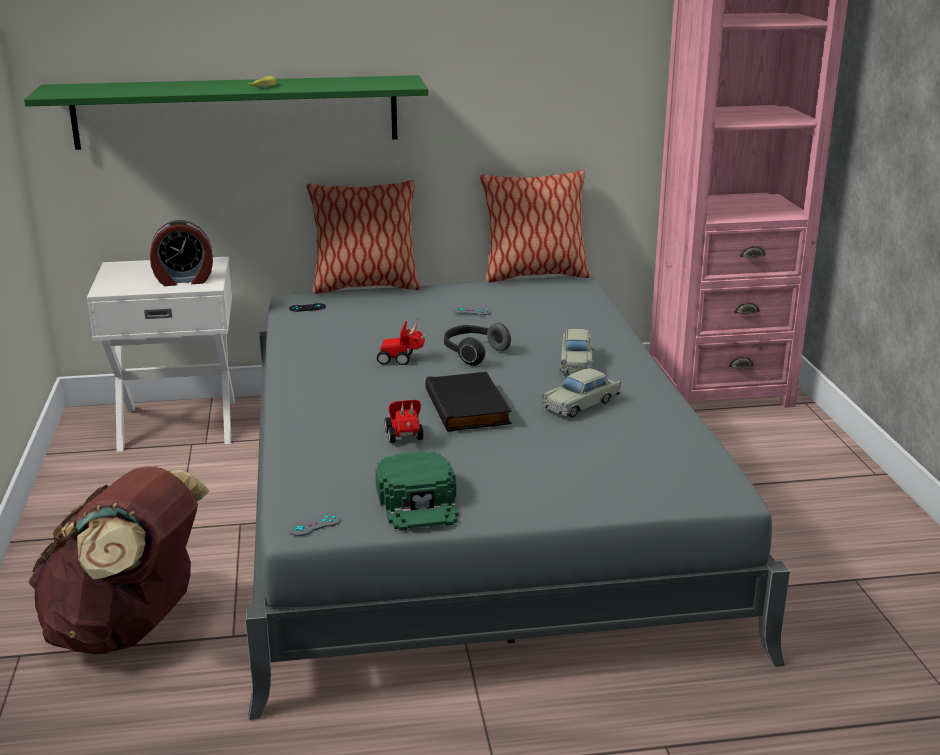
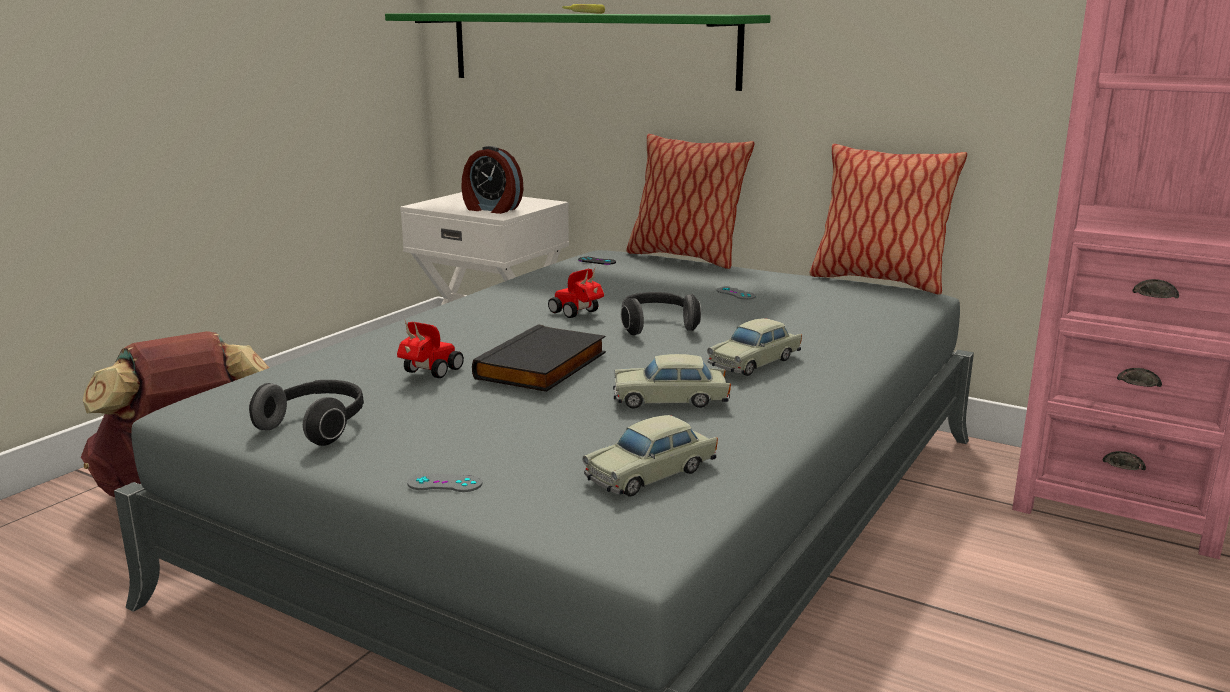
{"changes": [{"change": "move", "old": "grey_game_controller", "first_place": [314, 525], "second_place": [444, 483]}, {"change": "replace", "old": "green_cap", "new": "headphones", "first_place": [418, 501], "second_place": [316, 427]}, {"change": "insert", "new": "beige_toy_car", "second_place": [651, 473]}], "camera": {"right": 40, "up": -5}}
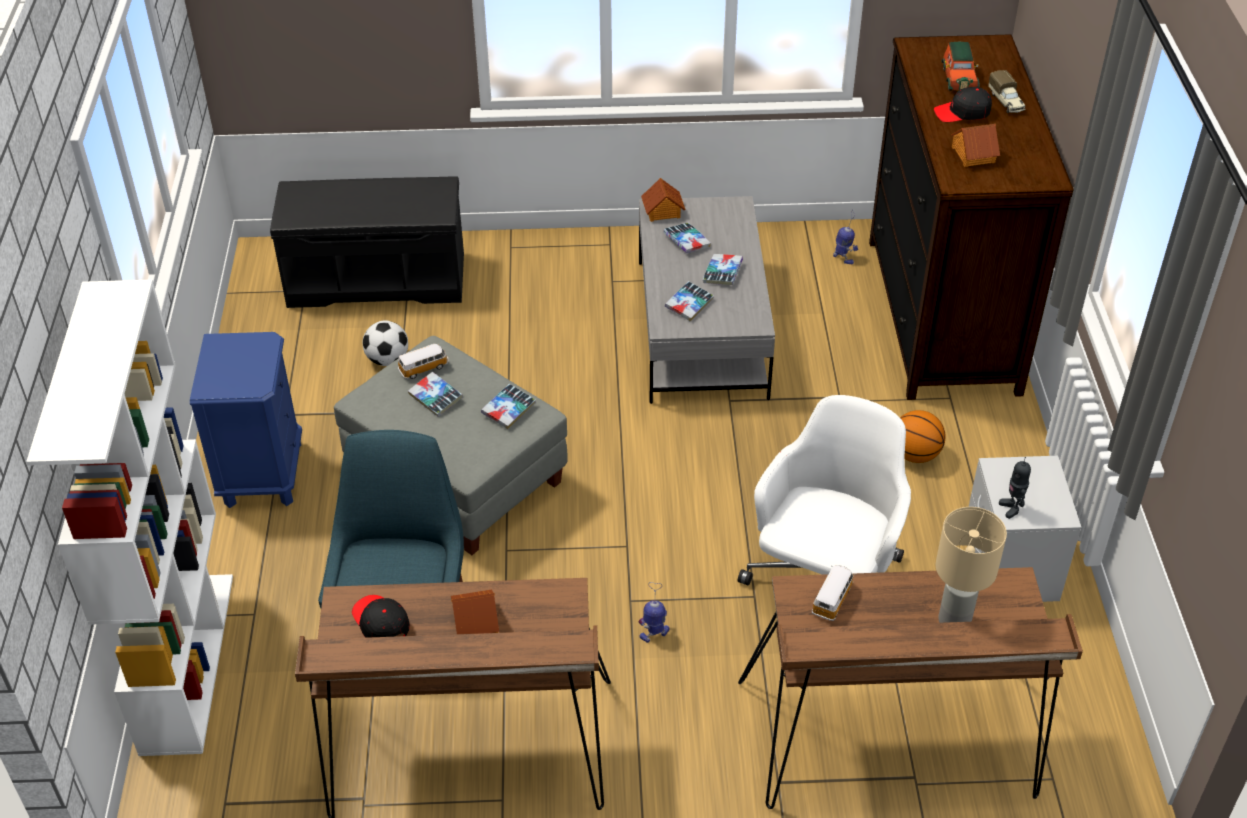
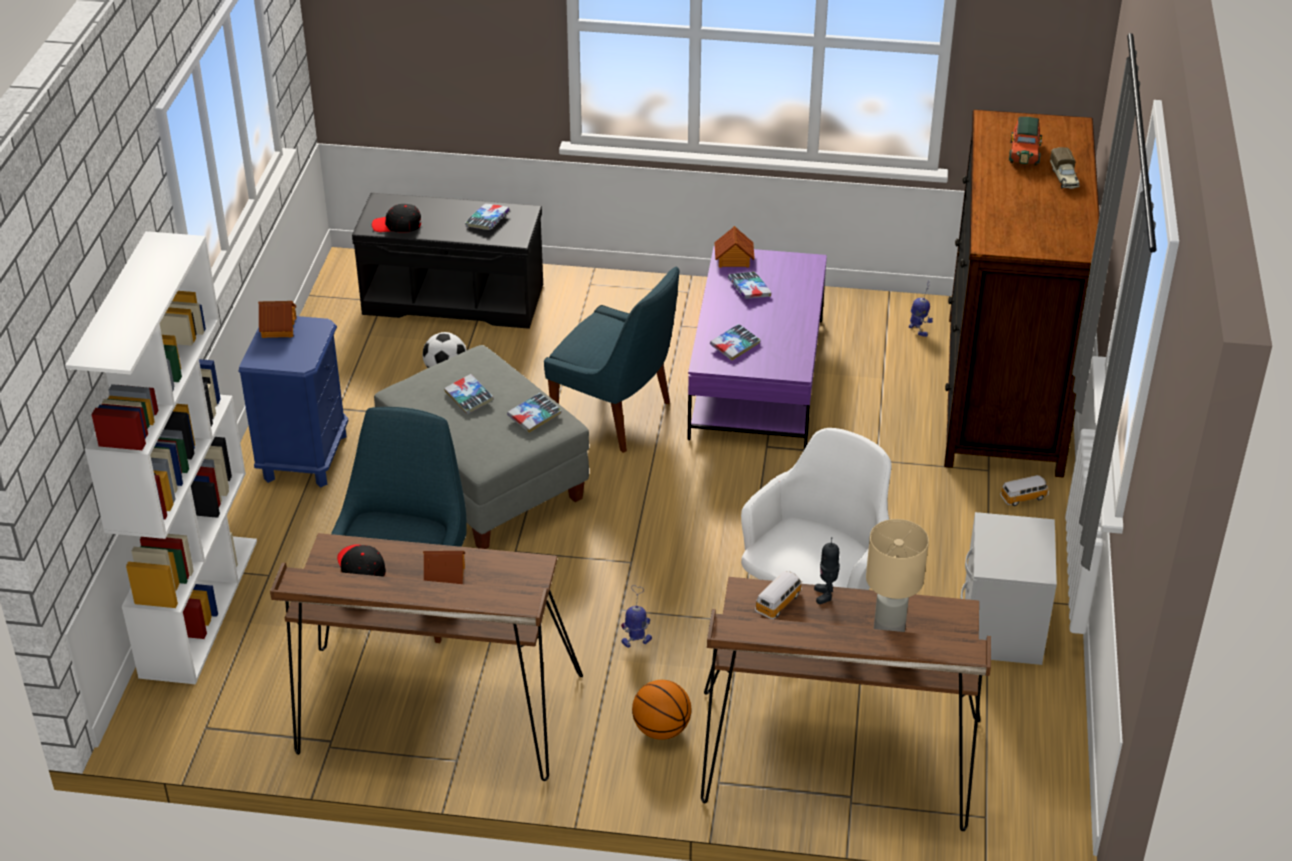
{"changes": [{"change": "move", "old": "toy_car", "first_place": [424, 368], "second_place": [1024, 497]}, {"change": "recolor", "old": "grey_coffee_table", "new": "purple_coffee_table", "first_place": [701, 328], "second_place": [757, 378]}, {"change": "move", "old": "book", "first_place": [722, 273], "second_place": [487, 220]}, {"change": "move", "old": "basketball", "first_place": [915, 455], "second_place": [661, 730]}, {"change": "move", "old": "black_cap", "first_place": [962, 112], "second_place": [397, 225]}, {"change": "move", "old": "toy_house", "first_place": [972, 154], "second_place": [278, 327]}, {"change": "move", "old": "toy_robot", "first_place": [1011, 508], "second_place": [826, 595]}, {"change": "insert", "new": "blue_chair", "second_place": [616, 416]}], "camera": {"right": 10, "up": -5}}
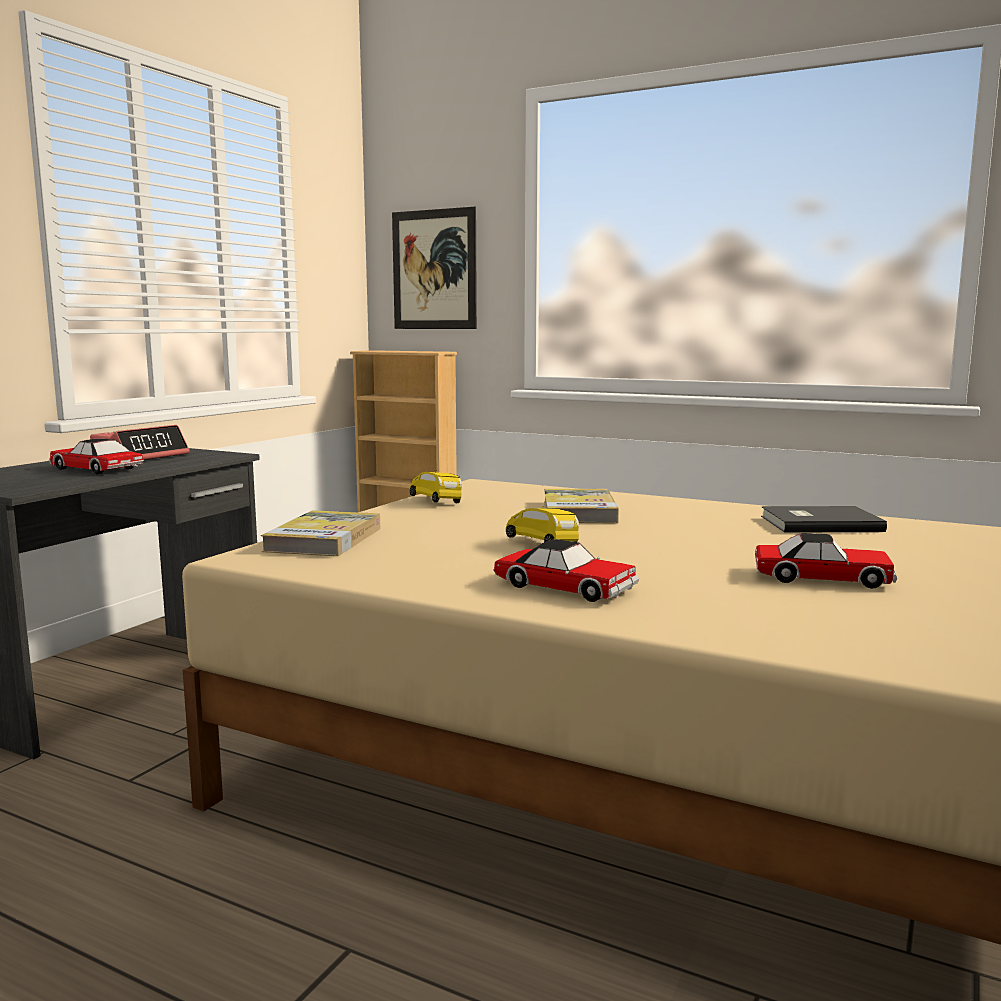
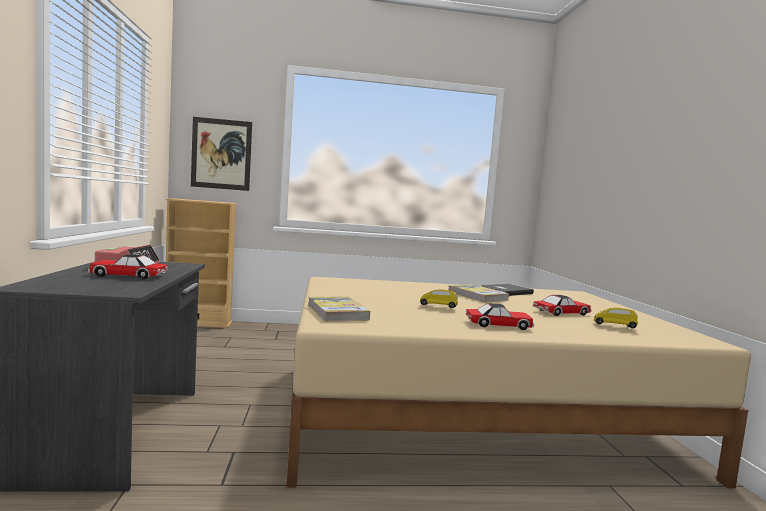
{"changes": [{"change": "move", "old": "yellow_toy_car", "first_place": [436, 501], "second_place": [614, 326]}, {"change": "move", "old": "book", "first_place": [579, 511], "second_place": [477, 296]}], "camera": {"right": -35, "up": -5}}
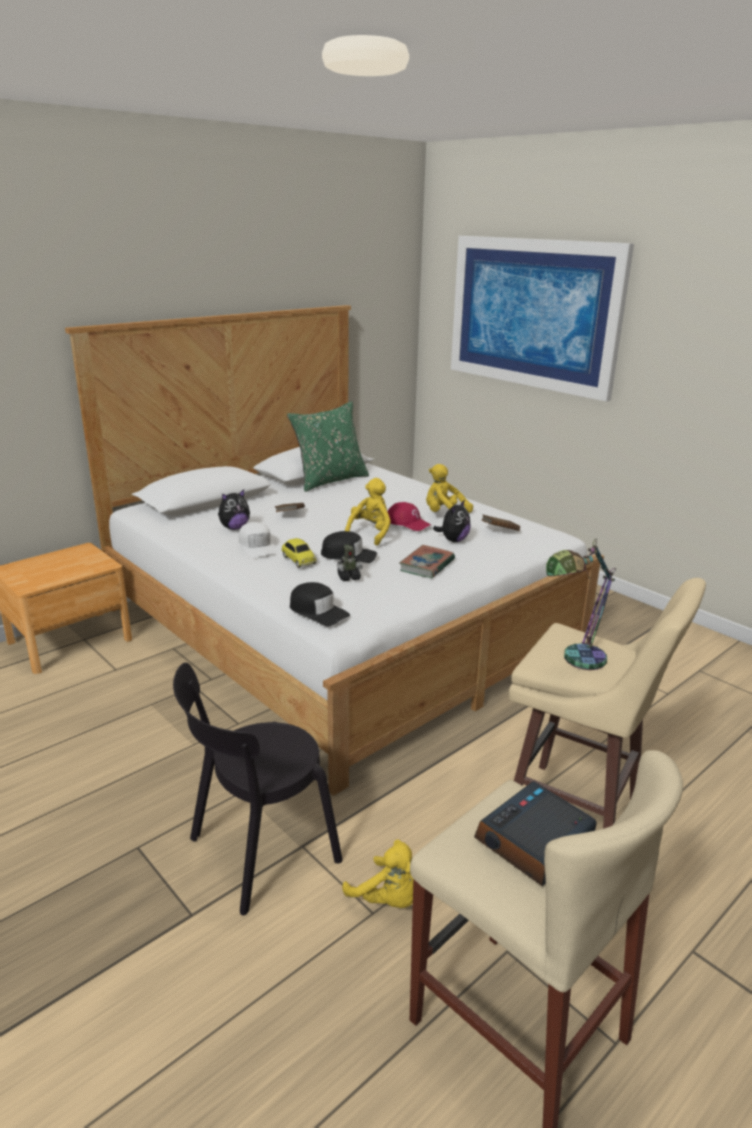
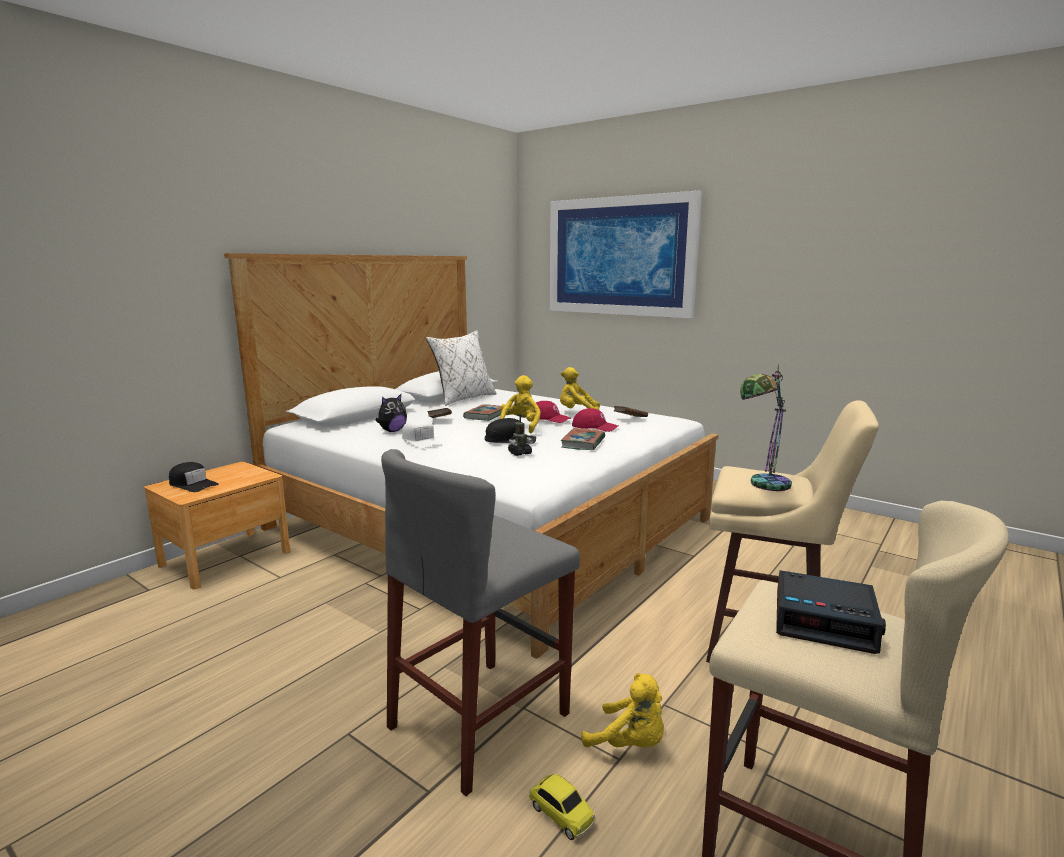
{"changes": [{"change": "replace", "old": "black_chair", "new": "grey_stool", "first_place": [258, 852], "second_place": [480, 720]}, {"change": "move", "old": "toy_car", "first_place": [298, 560], "second_place": [561, 814]}, {"change": "recolor", "old": "green_pillow", "new": "white_pillow", "first_place": [329, 481], "second_place": [463, 398]}, {"change": "move", "old": "black_cap", "first_place": [318, 611], "second_place": [192, 484]}, {"change": "replace", "old": "plush_toy", "new": "red_cap", "first_place": [453, 540], "second_place": [595, 427]}, {"change": "rotate", "old": "alarm_clock", "first_place": [534, 842], "second_place": [825, 621], "degrees": -105}, {"change": "insert", "new": "book", "second_place": [485, 415]}], "camera": {"right": -10, "up": -10}}
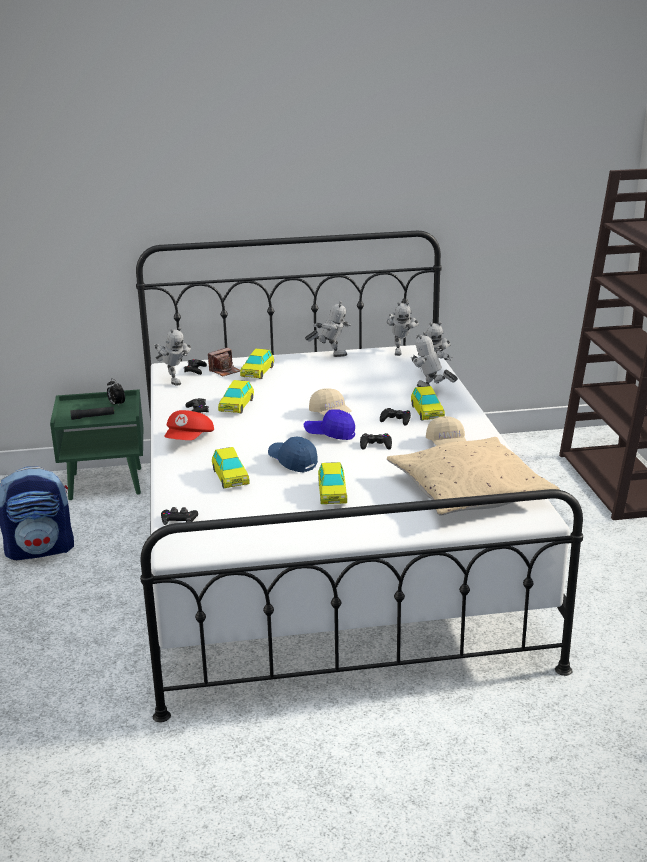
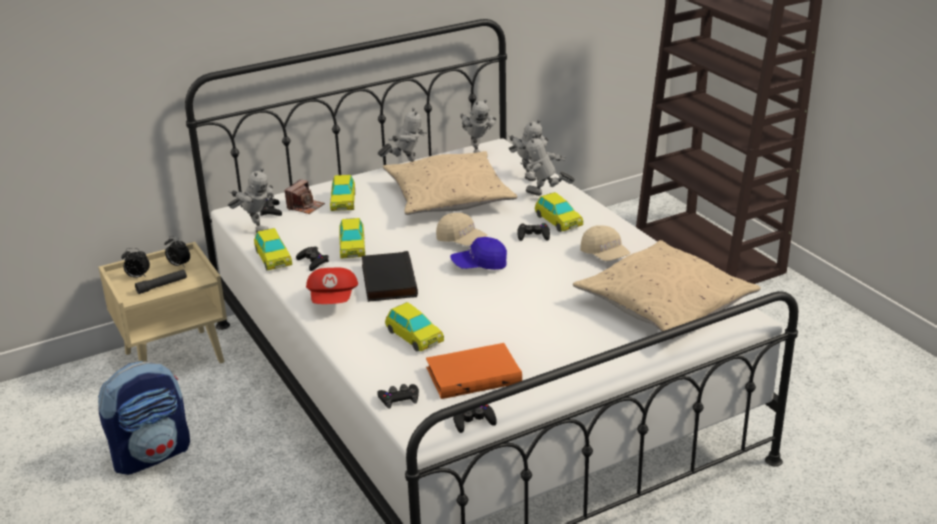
{"changes": [{"change": "recolor", "old": "green_nightstand", "new": "beige_nightstand", "first_place": [106, 483], "second_place": [175, 357]}, {"change": "delete", "old": "blue_cap", "first_place": [292, 462]}, {"change": "move", "old": "toy_car", "first_place": [332, 494], "second_place": [273, 259]}, {"change": "move", "old": "black_game_controller", "first_place": [375, 445], "second_place": [473, 421]}, {"change": "insert", "new": "alarm_clock", "second_place": [137, 277]}, {"change": "insert", "new": "black_book", "second_place": [387, 281]}, {"change": "insert", "new": "beige_pillow", "second_place": [448, 197]}, {"change": "insert", "new": "orange_book", "second_place": [473, 374]}], "camera": {"right": -20, "up": 5}}
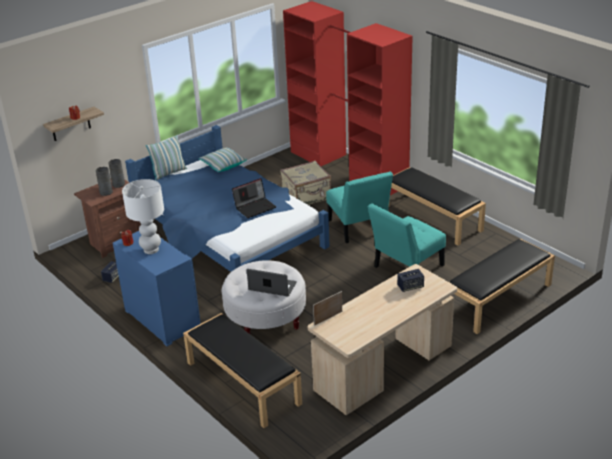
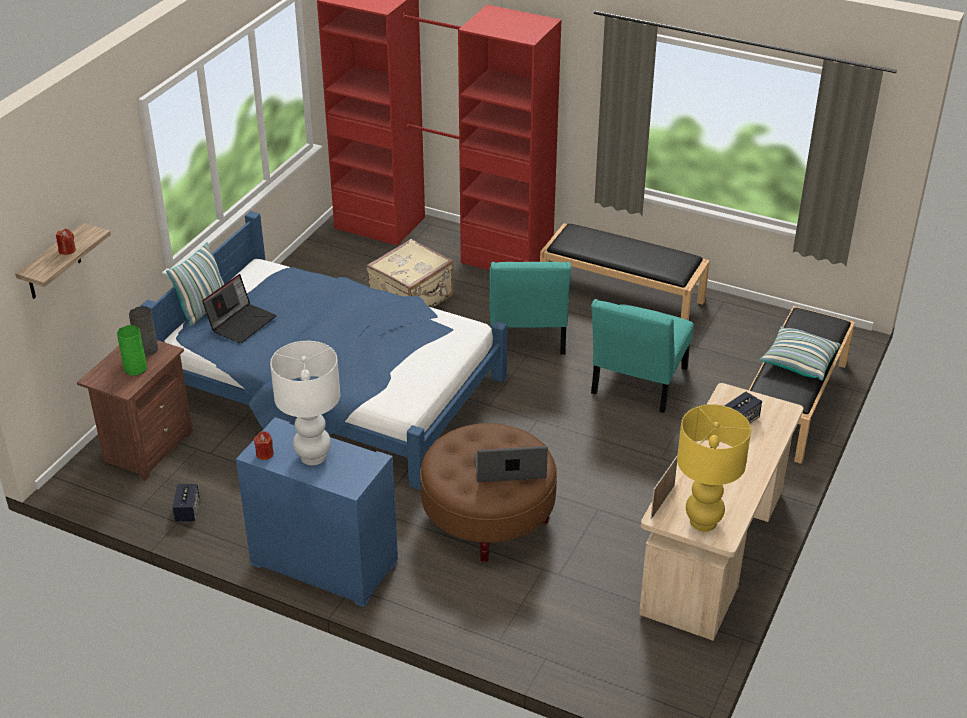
{"changes": [{"change": "recolor", "old": "grey_vase", "new": "green_vase", "first_place": [106, 192], "second_place": [136, 368]}, {"change": "delete", "old": "black_bench", "first_place": [242, 383]}, {"change": "move", "old": "pillow", "first_place": [223, 165], "second_place": [798, 362]}, {"change": "recolor", "old": "white_ottoman", "new": "brown_ottoman", "first_place": [265, 319], "second_place": [488, 518]}, {"change": "move", "old": "laptop", "first_place": [255, 207], "second_place": [241, 322]}, {"change": "rotate", "old": "turquoise_chair", "first_place": [359, 228], "second_place": [526, 336], "degrees": 45}, {"change": "insert", "new": "yellow_table_lamp", "second_place": [702, 522]}], "camera": {"right": -25, "up": 5}}
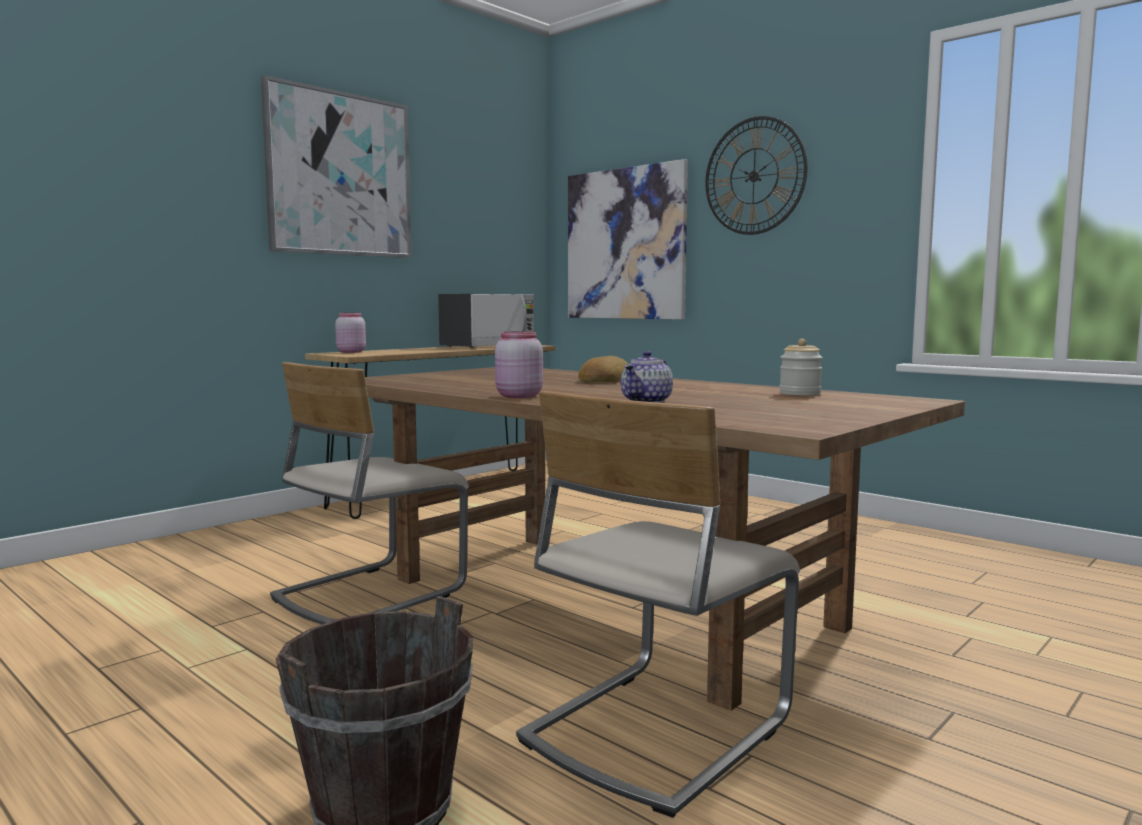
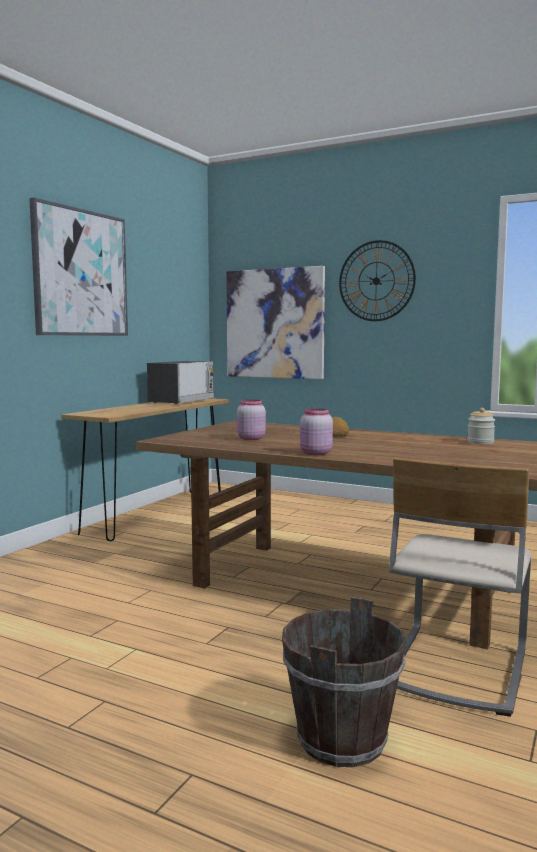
{"changes": [{"change": "delete", "old": "beige_chair", "first_place": [368, 594]}, {"change": "move", "old": "pink_jar", "first_place": [350, 352], "second_place": [250, 438]}, {"change": "delete", "old": "teapot", "first_place": [647, 401]}], "camera": {"right": -15, "up": 0}}
